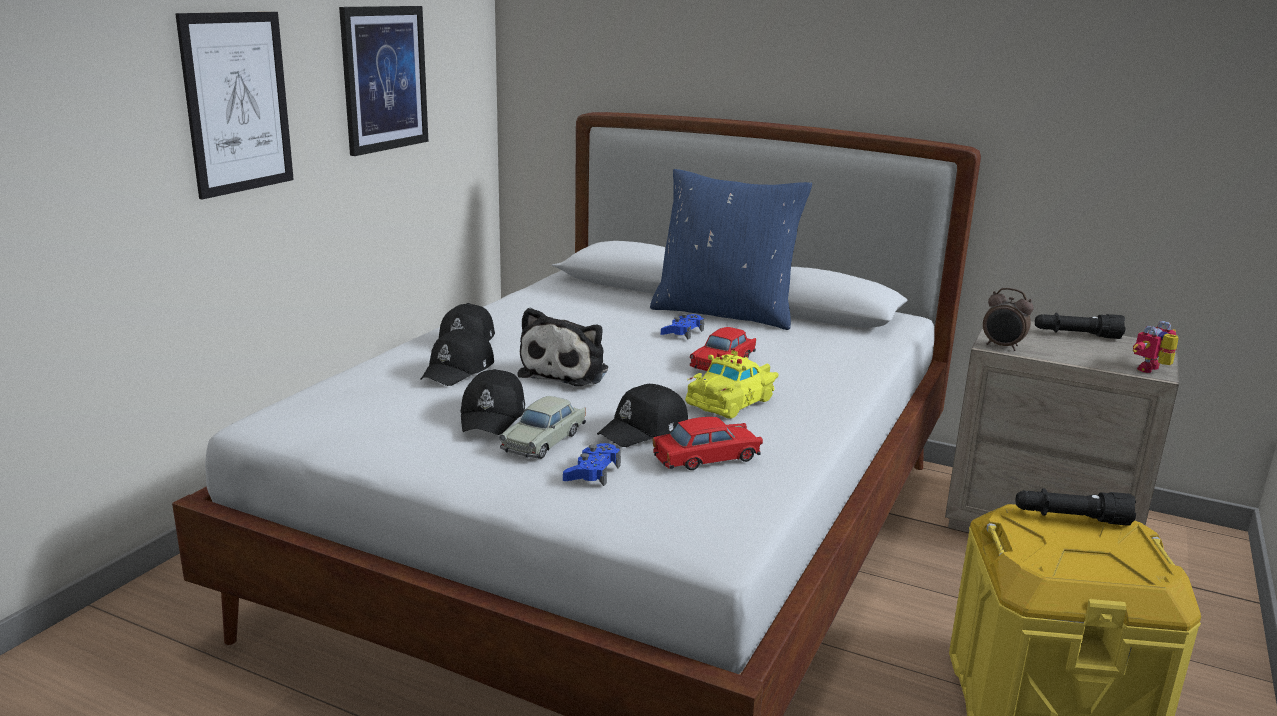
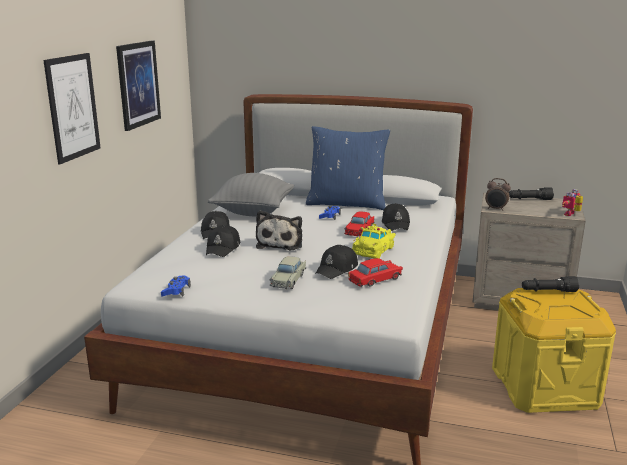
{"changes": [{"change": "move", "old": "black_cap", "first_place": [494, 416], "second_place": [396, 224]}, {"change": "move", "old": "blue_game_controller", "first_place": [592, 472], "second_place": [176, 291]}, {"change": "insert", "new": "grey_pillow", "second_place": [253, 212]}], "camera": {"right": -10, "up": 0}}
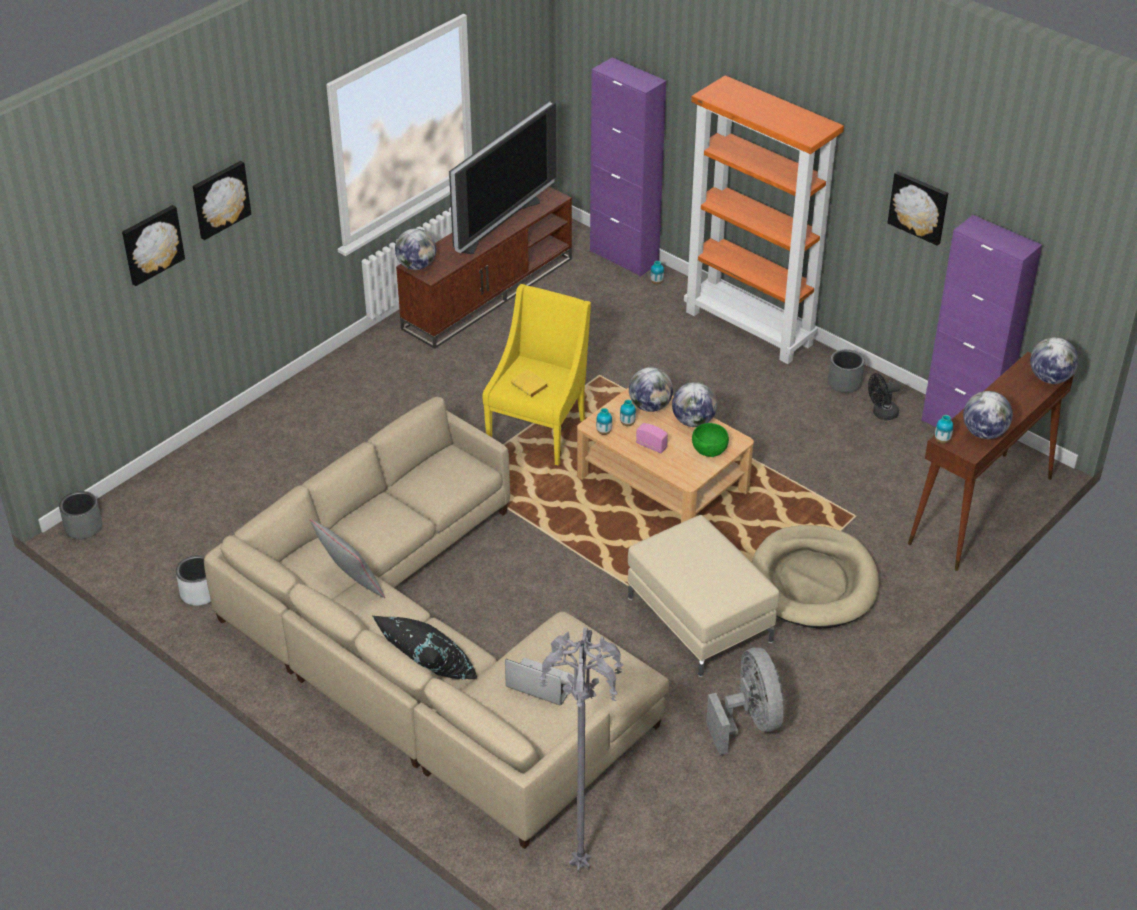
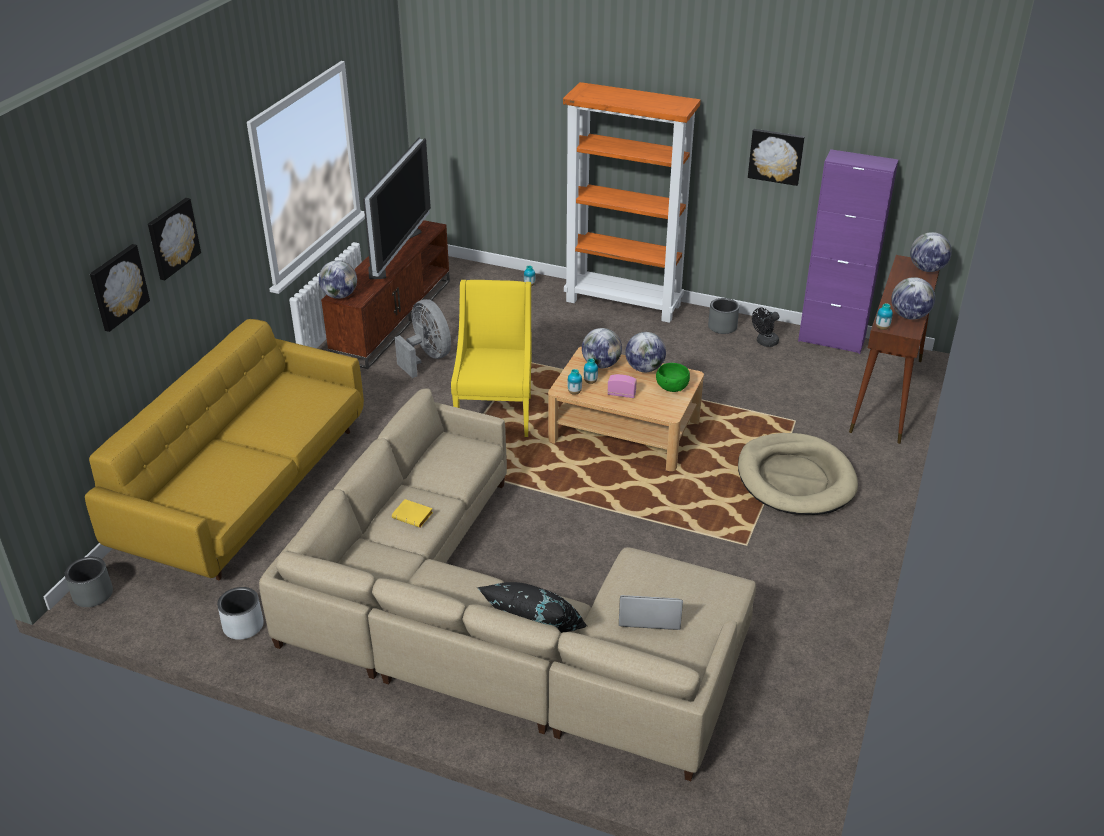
{"changes": [{"change": "delete", "old": "grey_pillow", "first_place": [350, 585]}, {"change": "move", "old": "yellow_book", "first_place": [531, 386], "second_place": [414, 516]}, {"change": "delete", "old": "grey_floor_lamp", "first_place": [580, 863]}, {"change": "delete", "old": "purple_cabinet", "first_place": [624, 257]}, {"change": "delete", "old": "beige_ottoman", "first_place": [700, 619]}, {"change": "move", "old": "grey_fan", "first_place": [749, 722], "second_place": [427, 358]}, {"change": "insert", "new": "yellow_sofa", "second_place": [247, 488]}], "camera": {"right": -20, "up": -5}}
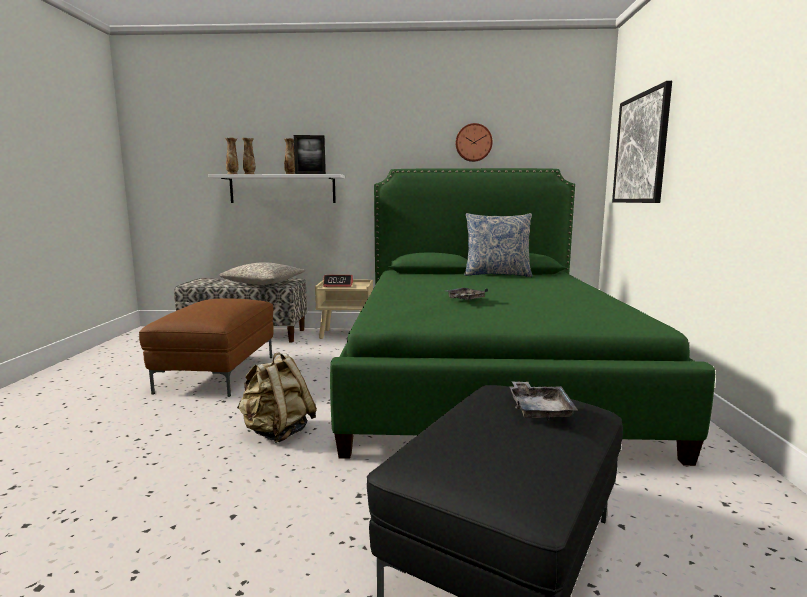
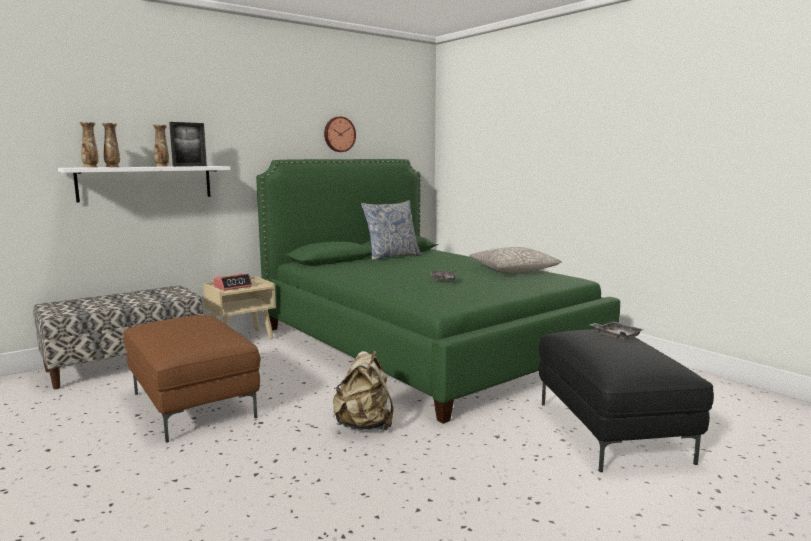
{"changes": [{"change": "move", "old": "grey_pillow", "first_place": [264, 283], "second_place": [513, 270]}, {"change": "delete", "old": "picture", "first_place": [641, 149]}], "camera": {"right": -40, "up": 0}}
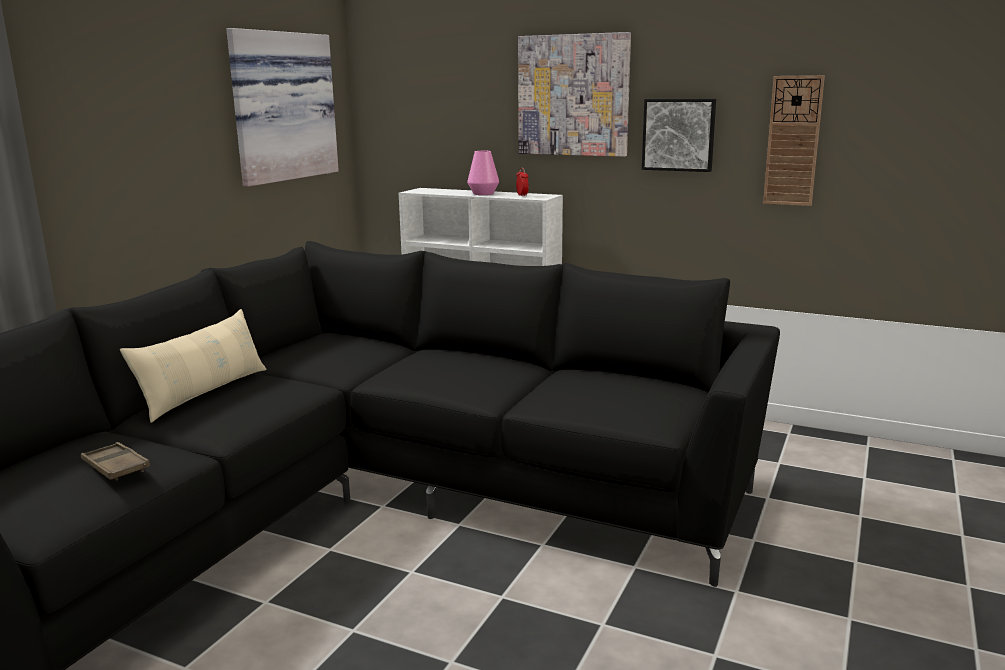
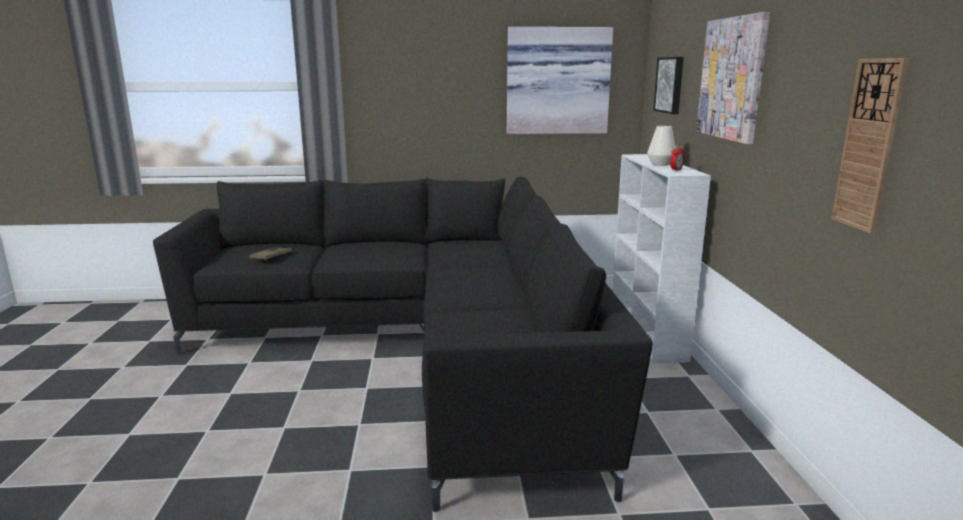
{"changes": [{"change": "delete", "old": "beige_pillow", "first_place": [205, 393]}, {"change": "recolor", "old": "pink_vase", "new": "white_vase", "first_place": [483, 194], "second_place": [660, 164]}, {"change": "move", "old": "picture", "first_place": [679, 134], "second_place": [670, 85]}], "camera": {"right": 60, "up": 0}}
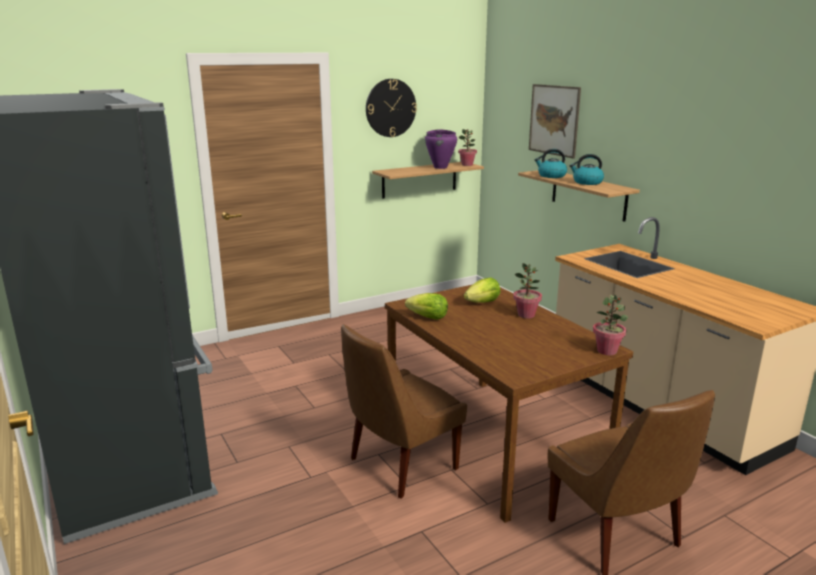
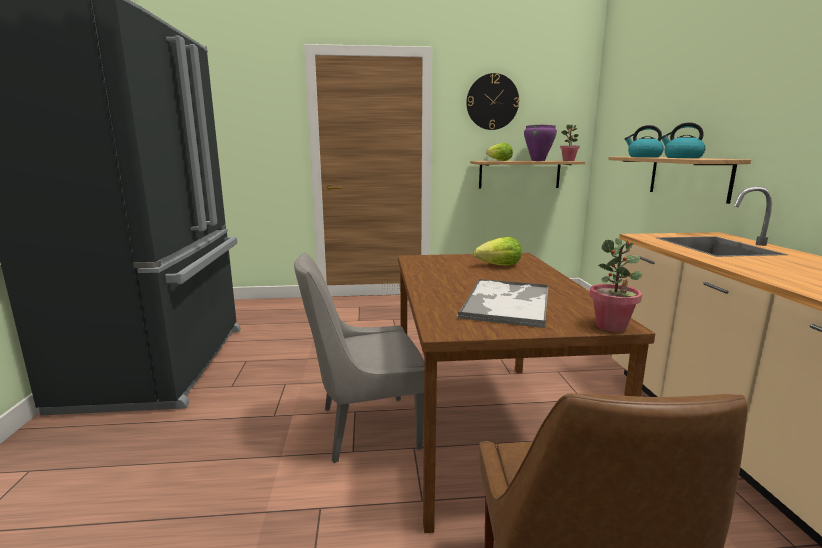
{"changes": [{"change": "recolor", "old": "brown_chair", "new": "grey_chair", "first_place": [400, 465], "second_place": [365, 428]}, {"change": "move", "old": "lettuce", "first_place": [428, 317], "second_place": [499, 160]}, {"change": "delete", "old": "potted_plant", "first_place": [526, 315]}, {"change": "delete", "old": "picture", "first_place": [554, 120]}, {"change": "insert", "new": "tray", "second_place": [506, 302]}], "camera": {"right": 25, "up": -5}}
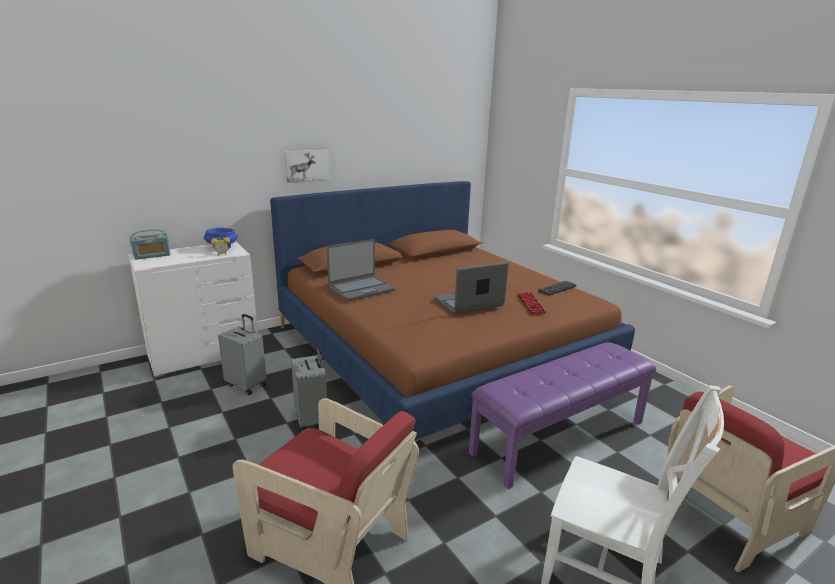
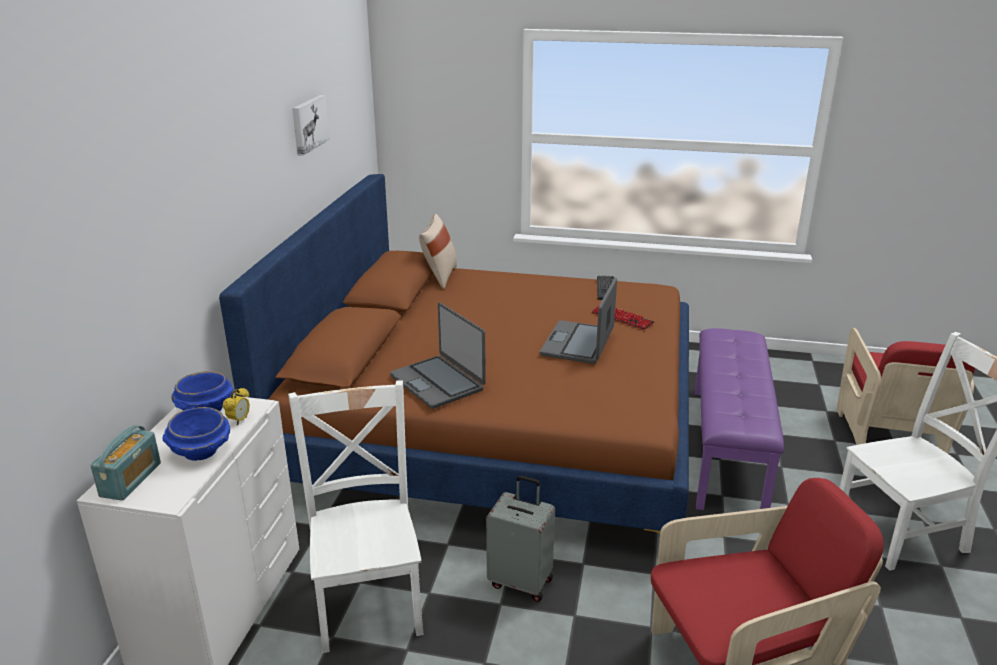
{"changes": [{"change": "replace", "old": "grey_suitcase", "new": "white_chair", "first_place": [247, 385], "second_place": [368, 599]}, {"change": "move", "old": "picture", "first_place": [307, 165], "second_place": [308, 124]}, {"change": "rotate", "old": "laptop", "first_place": [361, 289], "second_place": [438, 382], "degrees": 135}, {"change": "insert", "new": "blue_bowl", "second_place": [201, 451]}, {"change": "insert", "new": "beige_pillow", "second_place": [439, 276]}], "camera": {"right": -45, "up": 5}}
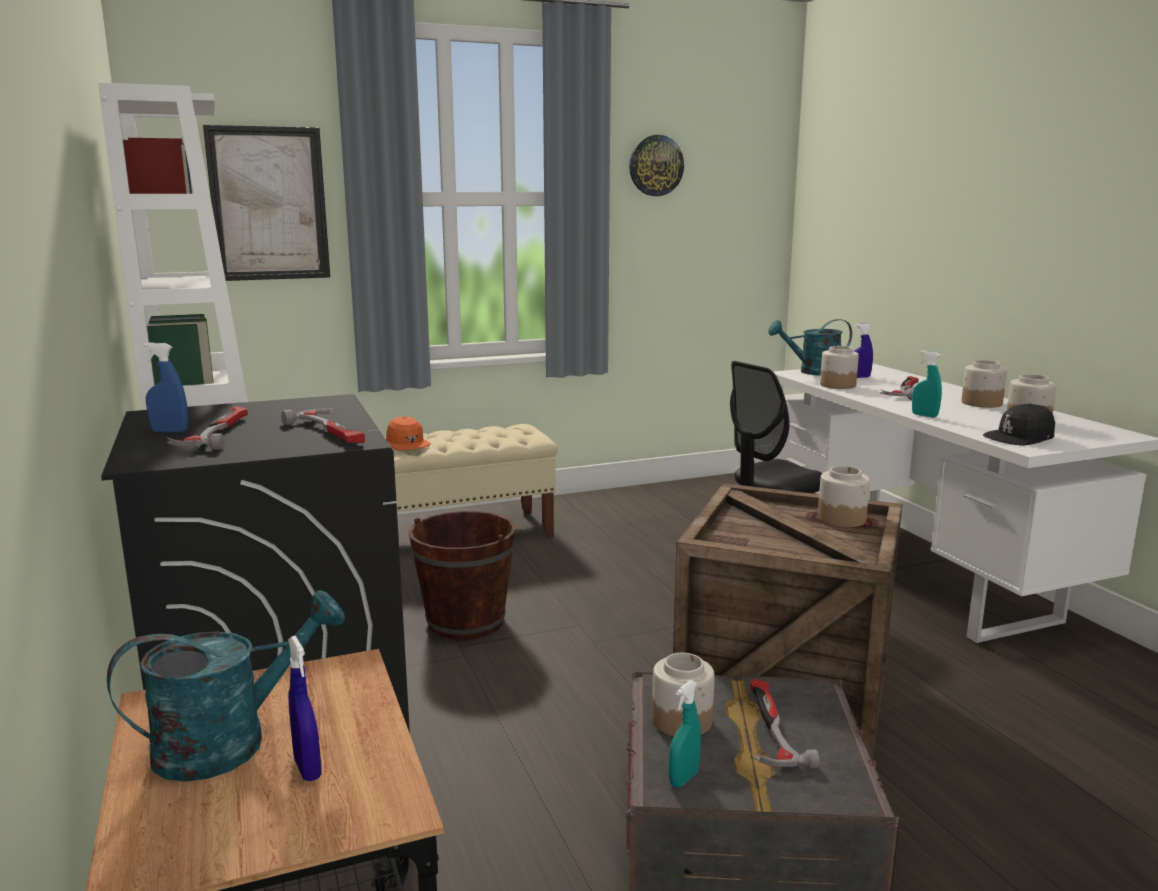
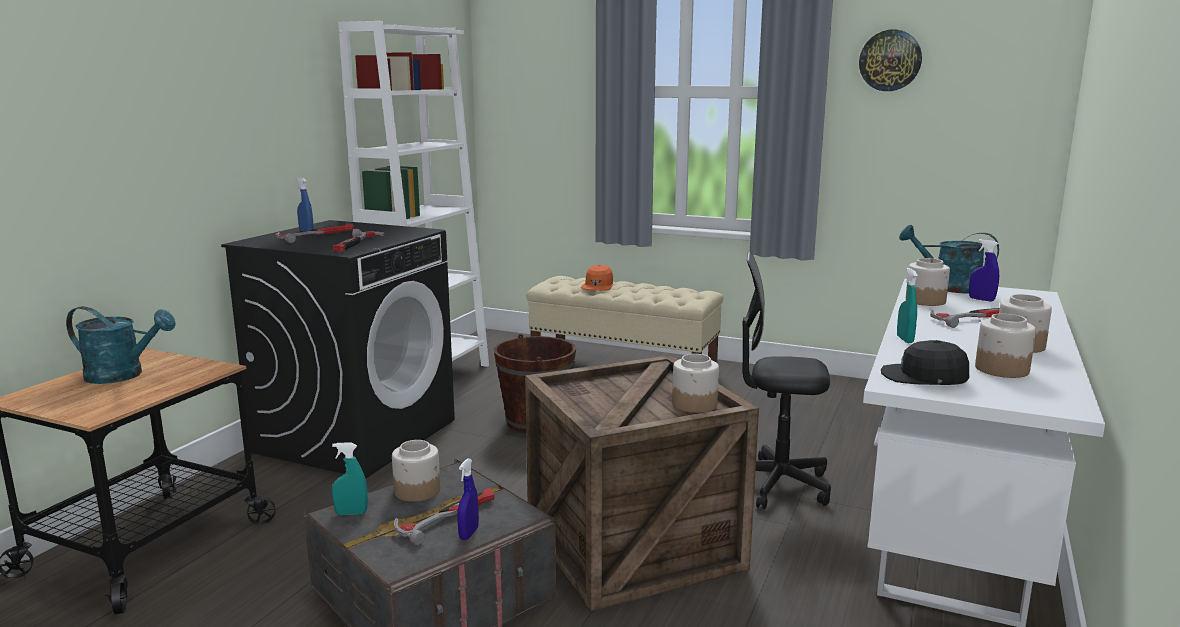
{"changes": [{"change": "delete", "old": "picture", "first_place": [269, 204]}, {"change": "move", "old": "blue_spray_bottle", "first_place": [307, 768], "second_place": [469, 534]}], "camera": {"right": 45, "up": 0}}
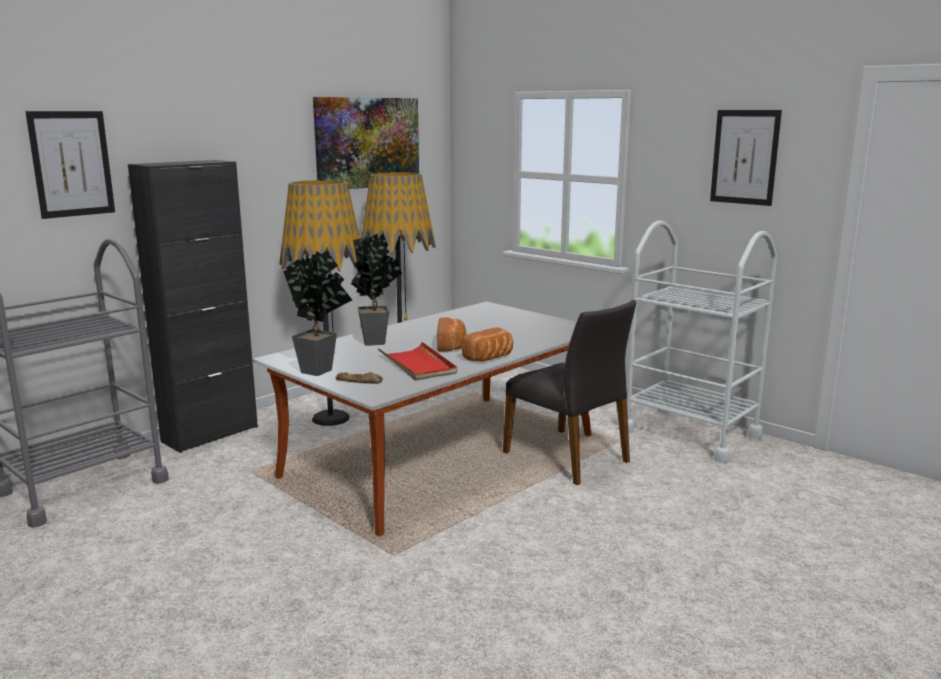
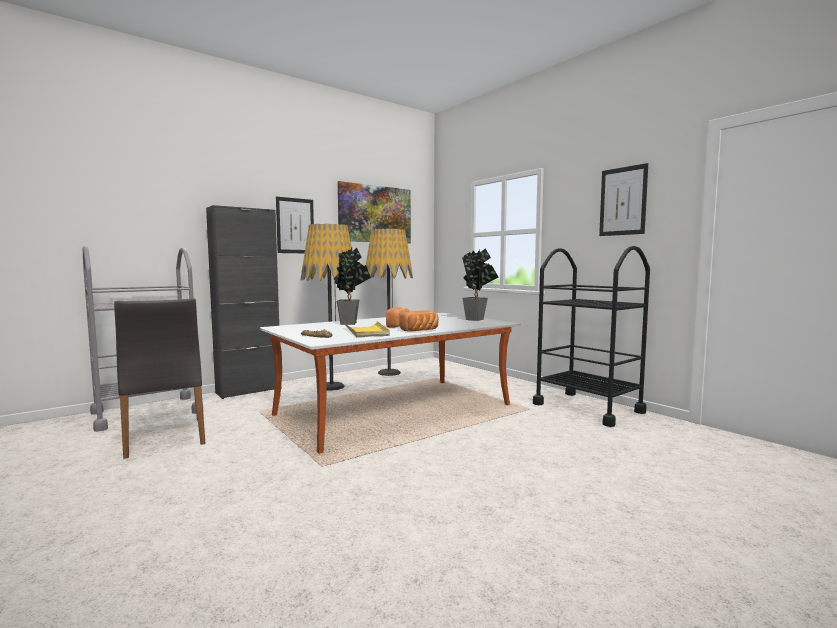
{"changes": [{"change": "move", "old": "picture", "first_place": [72, 164], "second_place": [295, 226]}, {"change": "move", "old": "potted_plant", "first_place": [321, 370], "second_place": [477, 319]}, {"change": "recolor", "old": "red_tray", "new": "yellow_tray", "first_place": [417, 364], "second_place": [366, 332]}, {"change": "move", "old": "grey_chair", "first_place": [568, 457], "second_place": [164, 437]}, {"change": "recolor", "old": "white_cart", "new": "black_cart", "first_place": [690, 434], "second_place": [587, 408]}], "camera": {"right": 10, "up": -10}}
